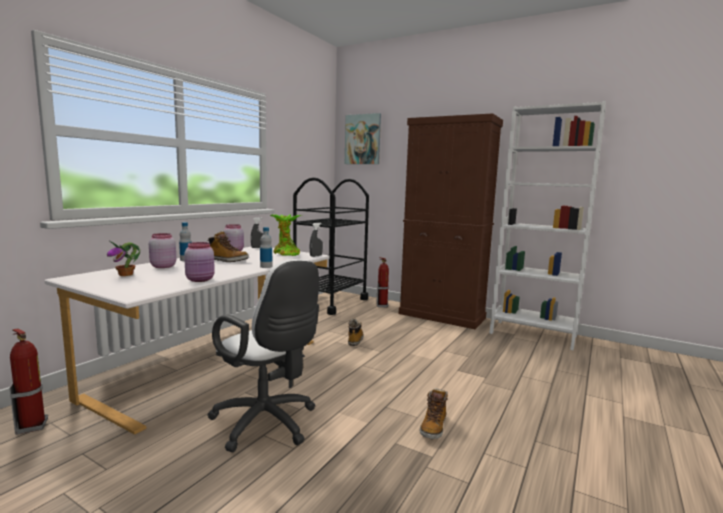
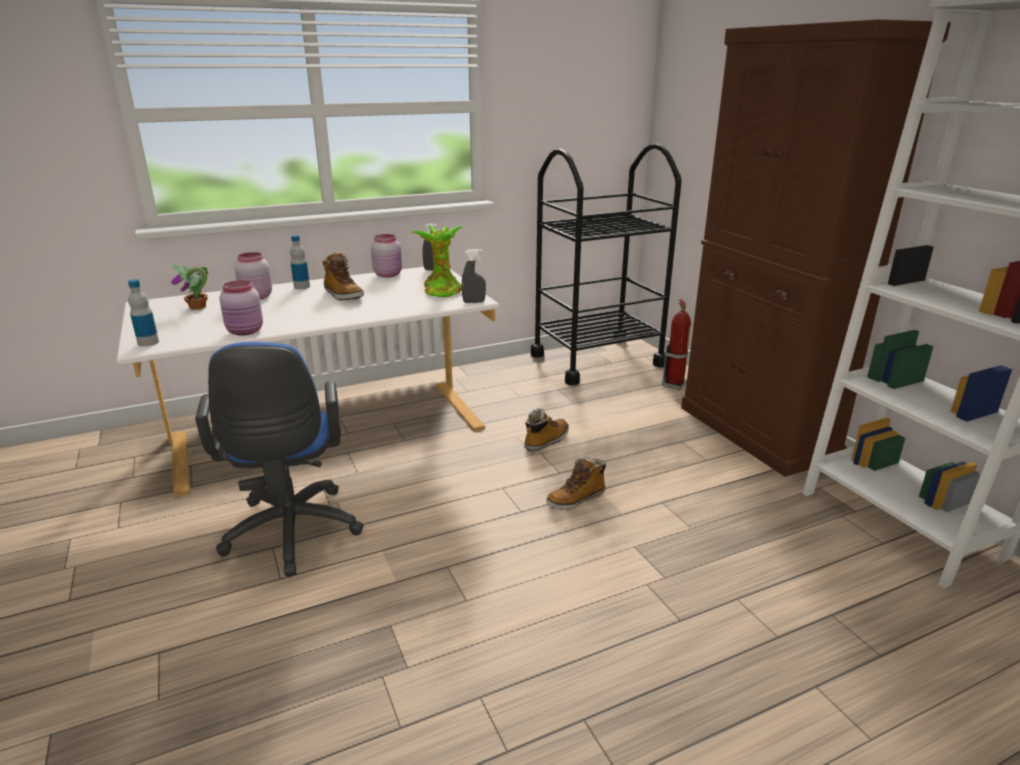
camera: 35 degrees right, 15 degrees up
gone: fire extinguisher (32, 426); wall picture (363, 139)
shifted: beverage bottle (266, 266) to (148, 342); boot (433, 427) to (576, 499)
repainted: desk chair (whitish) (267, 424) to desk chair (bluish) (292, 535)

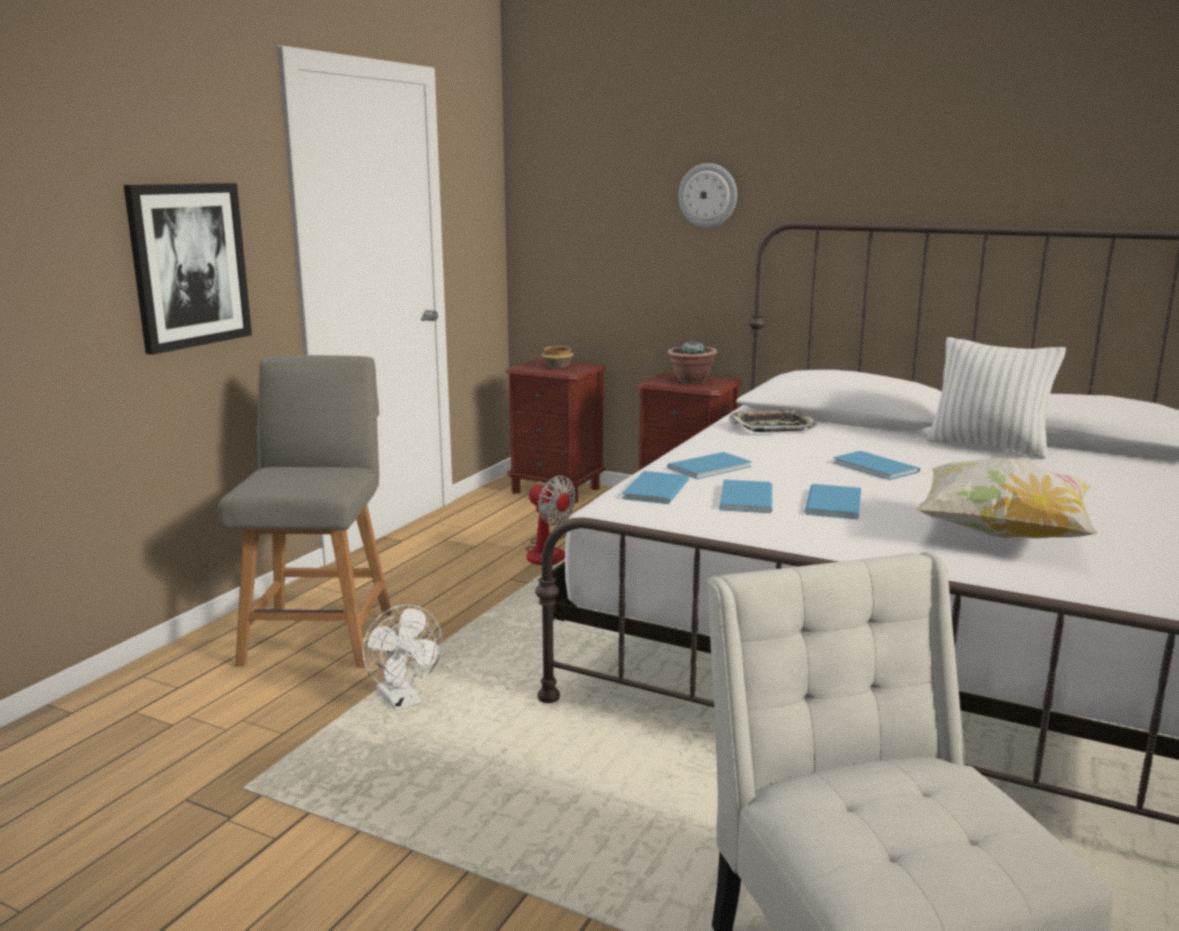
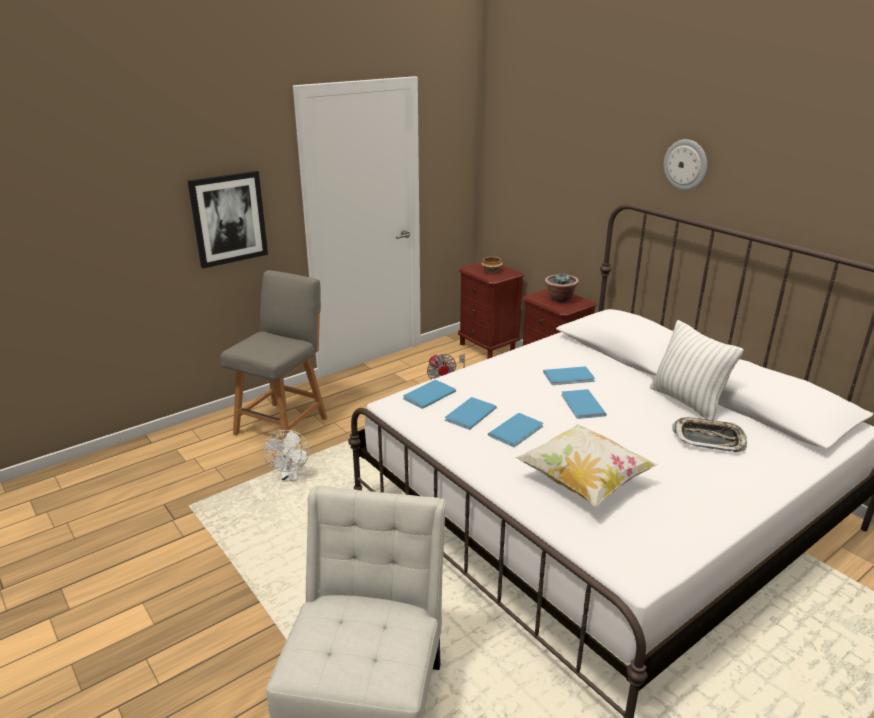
camera: 25 degrees right, 10 degrees up
shifted: book (bluish) (712, 467) to (570, 377); wall clock (708, 195) to (686, 164); carrying tray (772, 427) to (709, 439)

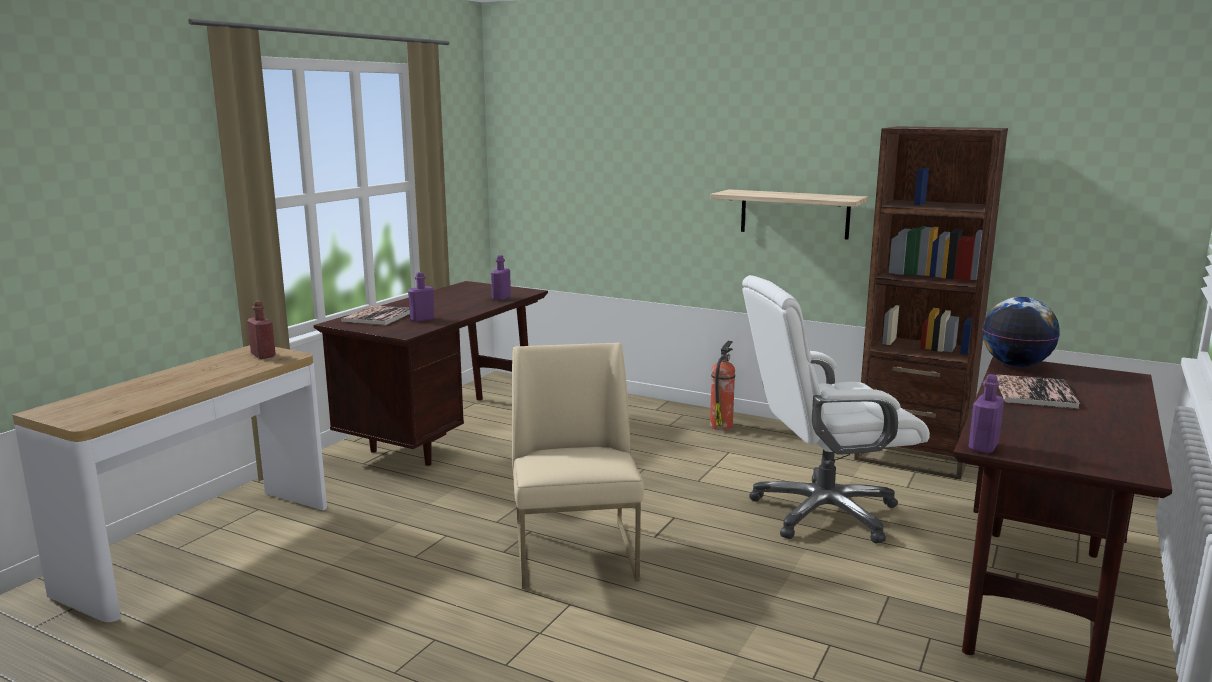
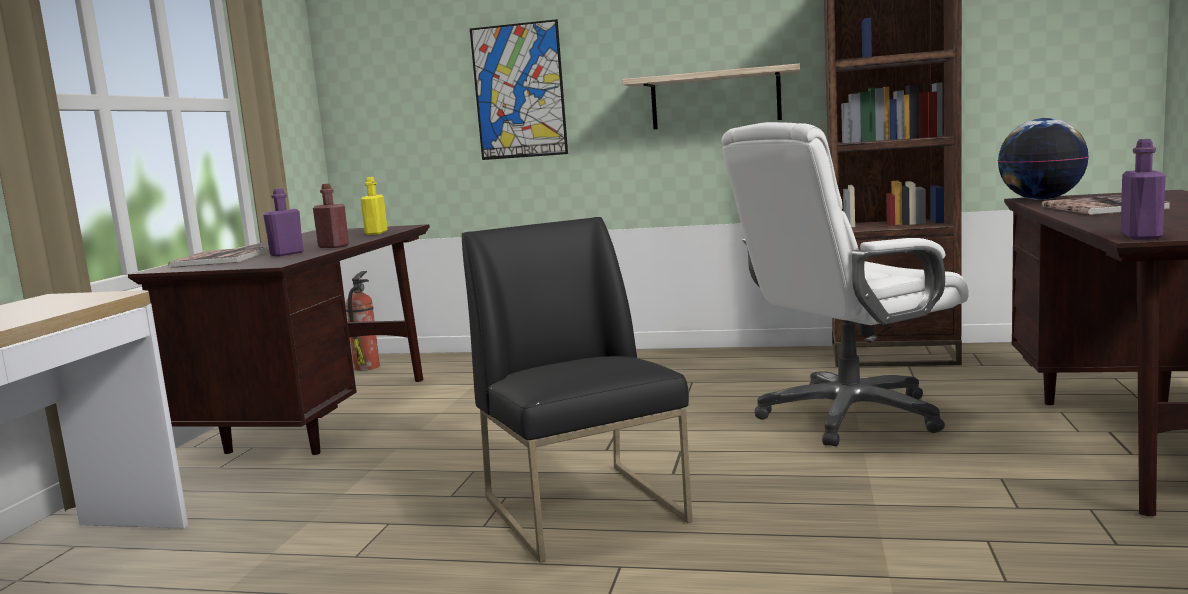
camera: 15 degrees left, 5 degrees down
new: wall picture (519, 91)
shifted: beverage bottle (red-coloured) (263, 355) to (333, 246); fire extinguisher (721, 425) to (367, 366)
repainted: beverage bottle (purple) (501, 298) to beverage bottle (yellow) (376, 233); plain chair (beige-coloured) (576, 554) to plain chair (black) (586, 509)

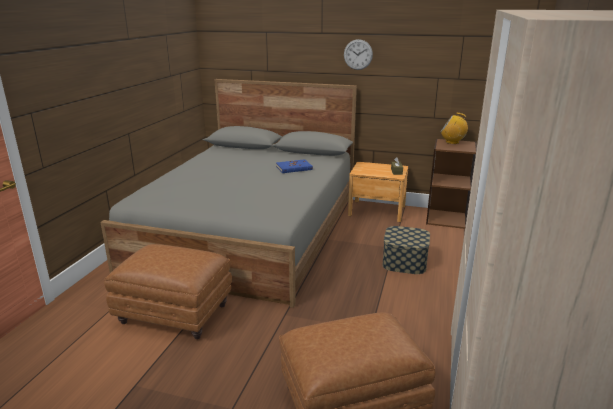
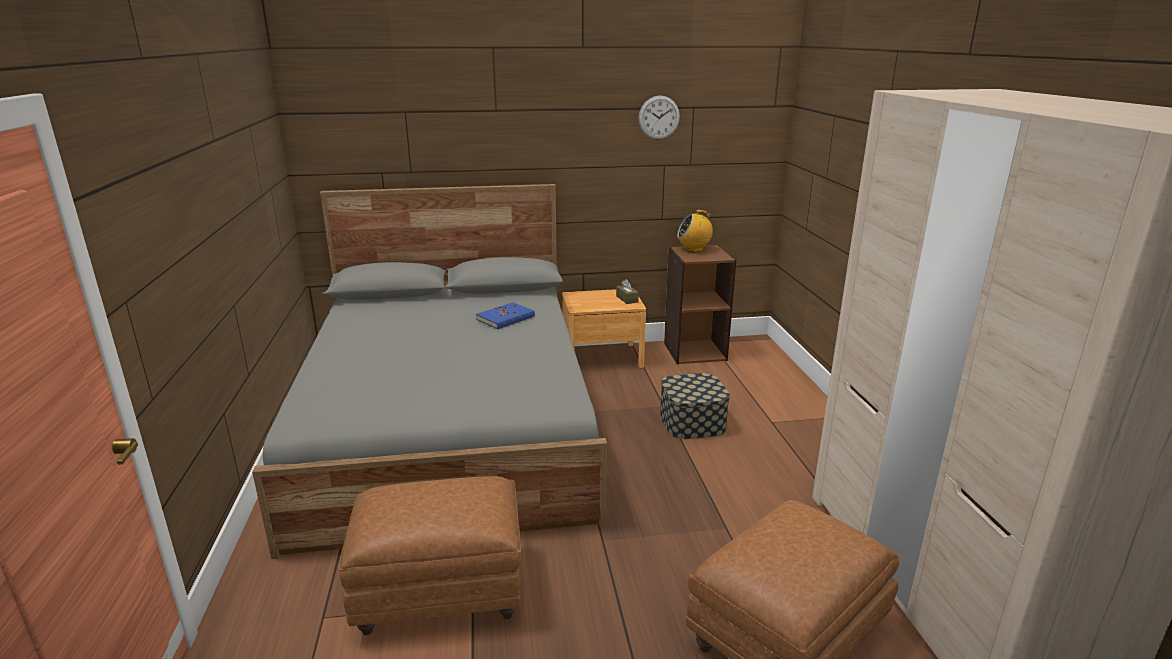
camera: 25 degrees left, 0 degrees up
shifted: wall clock (358, 54) to (659, 117)

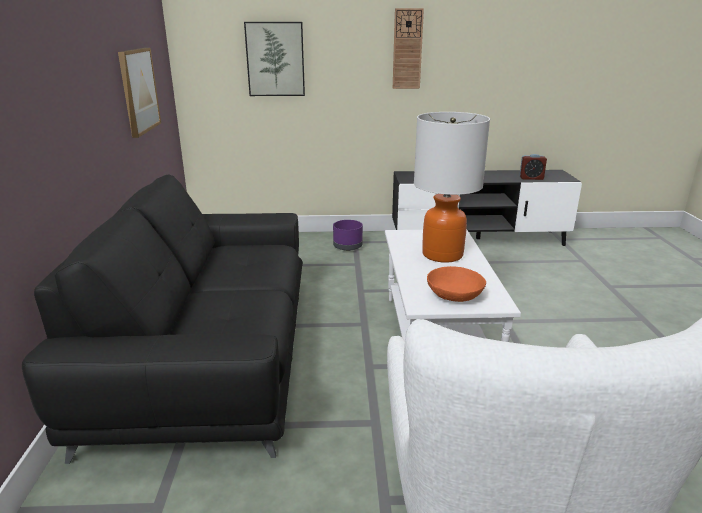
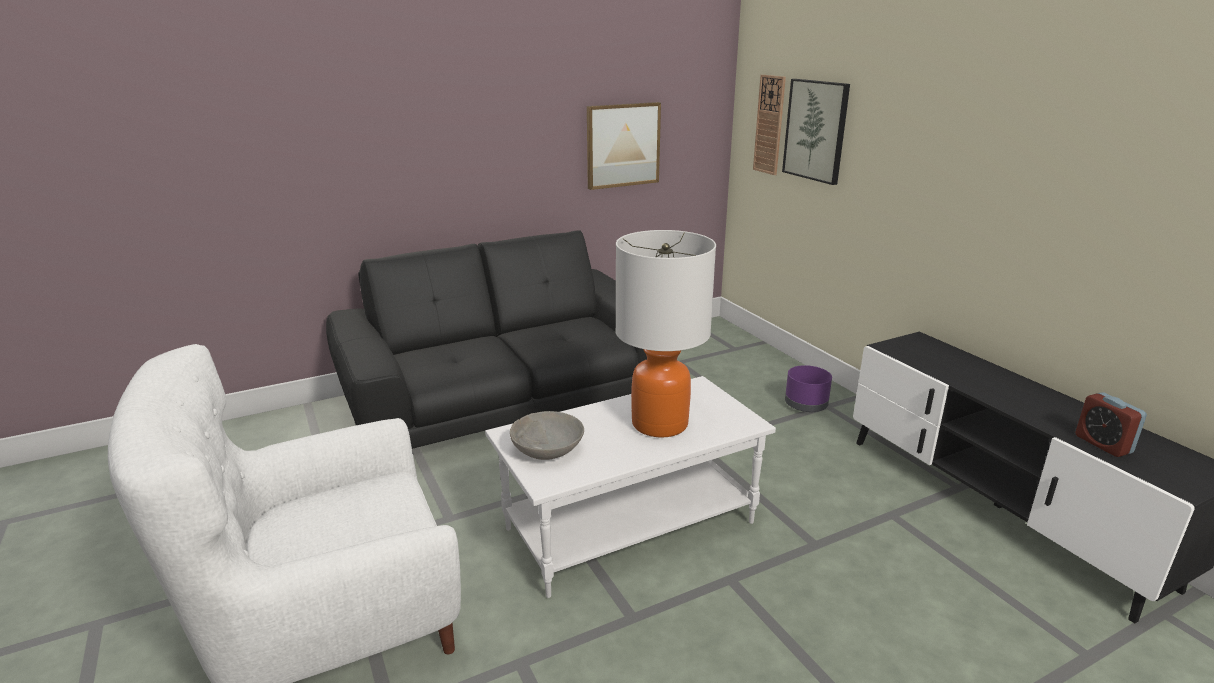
camera: 65 degrees right, 0 degrees up
shifted: wall clock (407, 49) to (769, 125)
repainted: serving bowl (orangey) (455, 295) to serving bowl (gray) (547, 450)

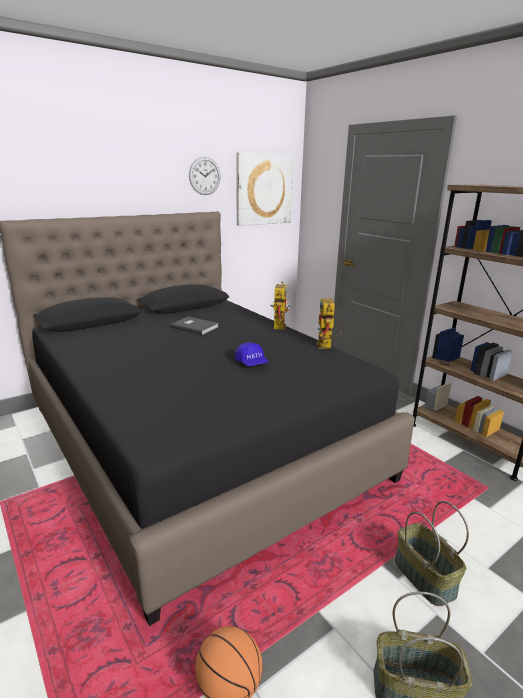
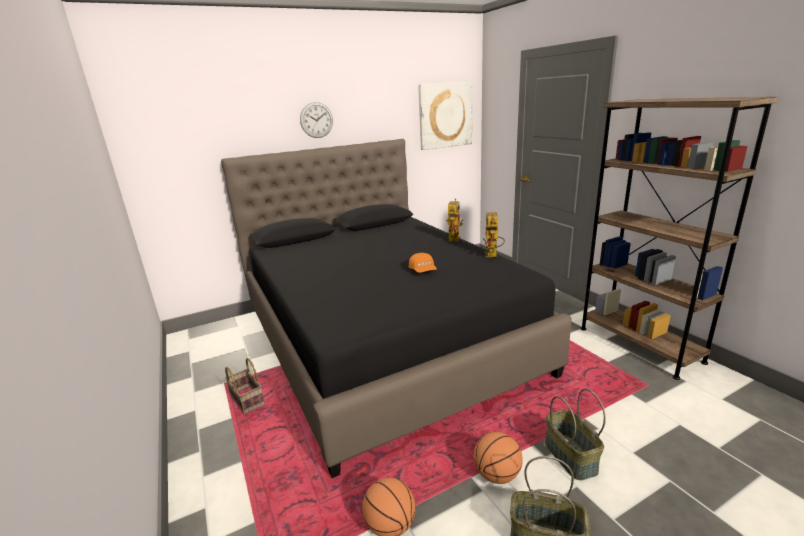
camera: 10 degrees right, 0 degrees up
gone: book (gray) (195, 327)
new: household basket (246, 400); ball for basketball (497, 475)
shifted: wall clock (204, 176) to (316, 120)
repainted: baseball cap (bluish) (251, 363) to baseball cap (orangey) (423, 271)

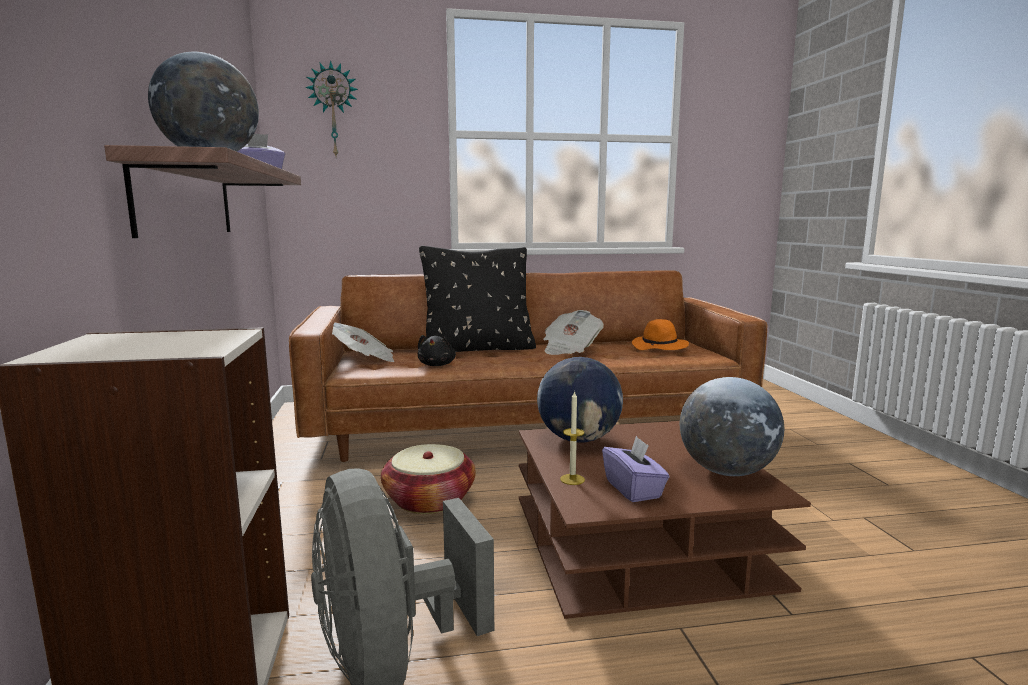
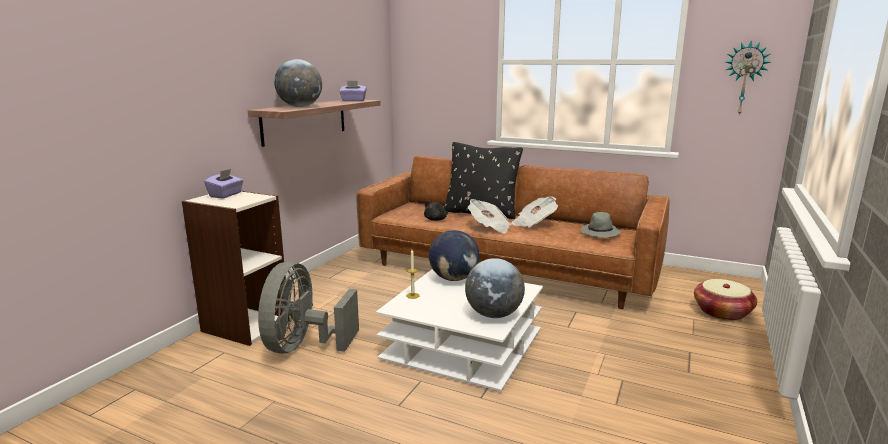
camera: 35 degrees right, 5 degrees up
shifted: wall clock (333, 110) to (744, 78); printed paper (364, 359) to (489, 228); household basket (429, 500) to (722, 312); box of tissues (purple) (633, 489) to (226, 195)
repainted: lounge table (brown-coloured) (639, 541) to lounge table (whitish) (463, 344); hat (orangey) (660, 347) to hat (gray) (600, 233)

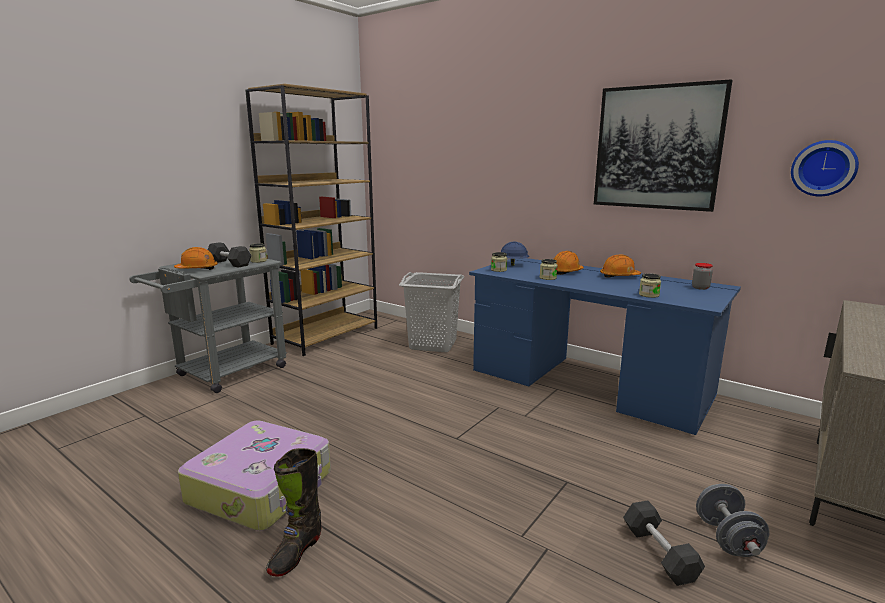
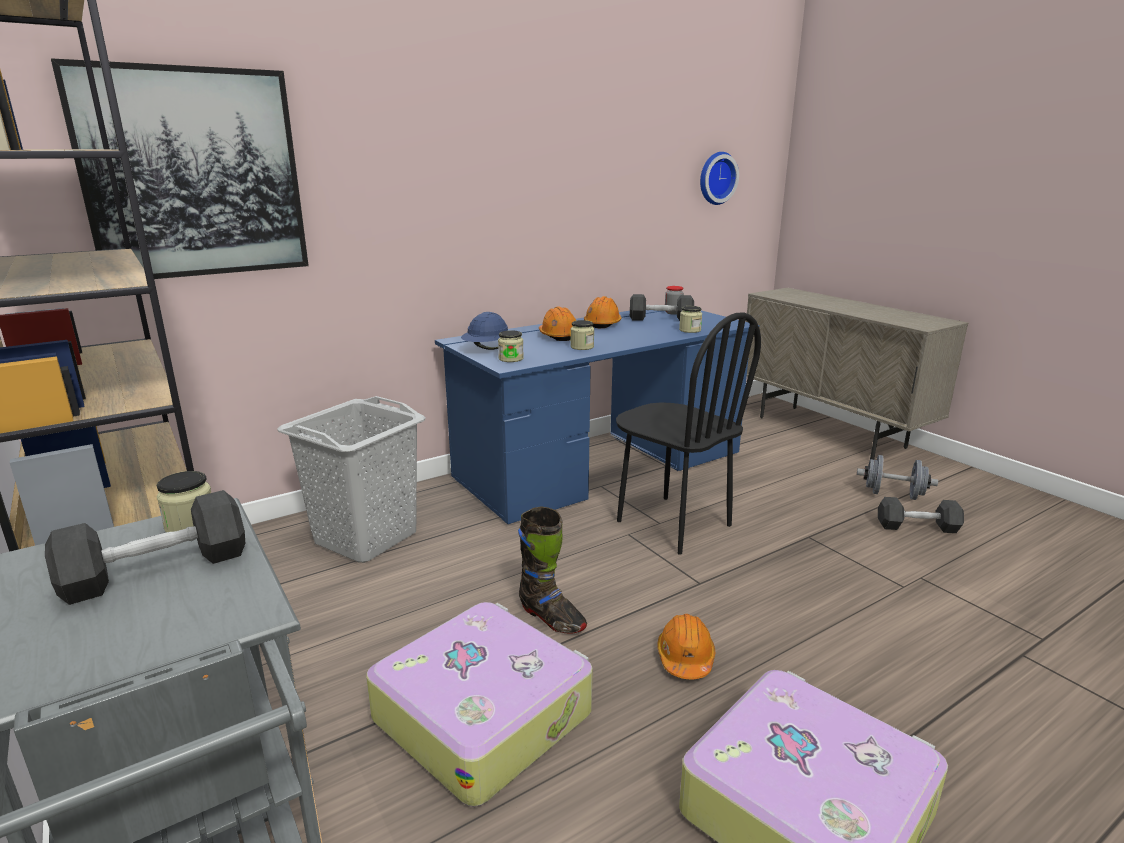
camera: 70 degrees left, 5 degrees up
new: travel case (483, 714); plain chair (black) (673, 523); dumbbell (black) (660, 319)
shifted: safety helmet (orangey) (197, 269) to (685, 657); boot (black) (296, 552) to (551, 618); wall picture (657, 148) to (194, 174)

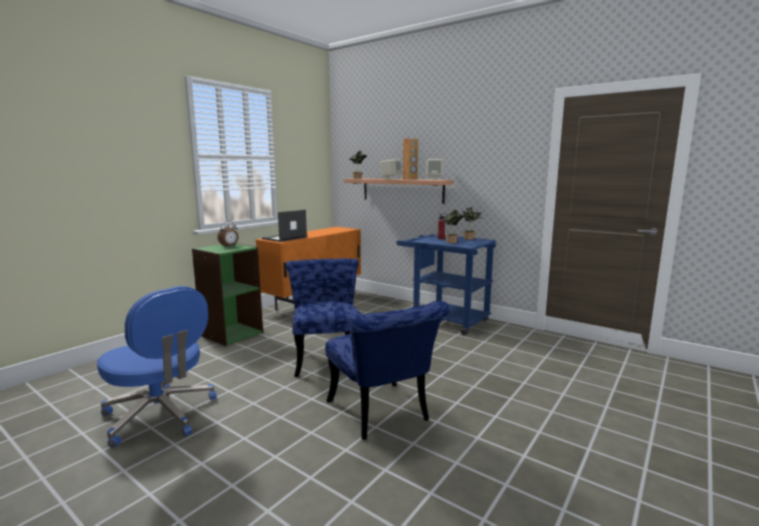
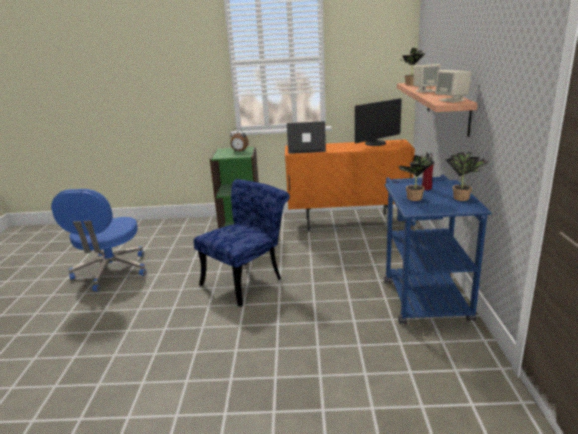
camera: 55 degrees right, 10 degrees up
gone: plain chair (bluish) (382, 415); loudspeaker (brown-coloured) (410, 179)
new: computer screen (376, 143)

